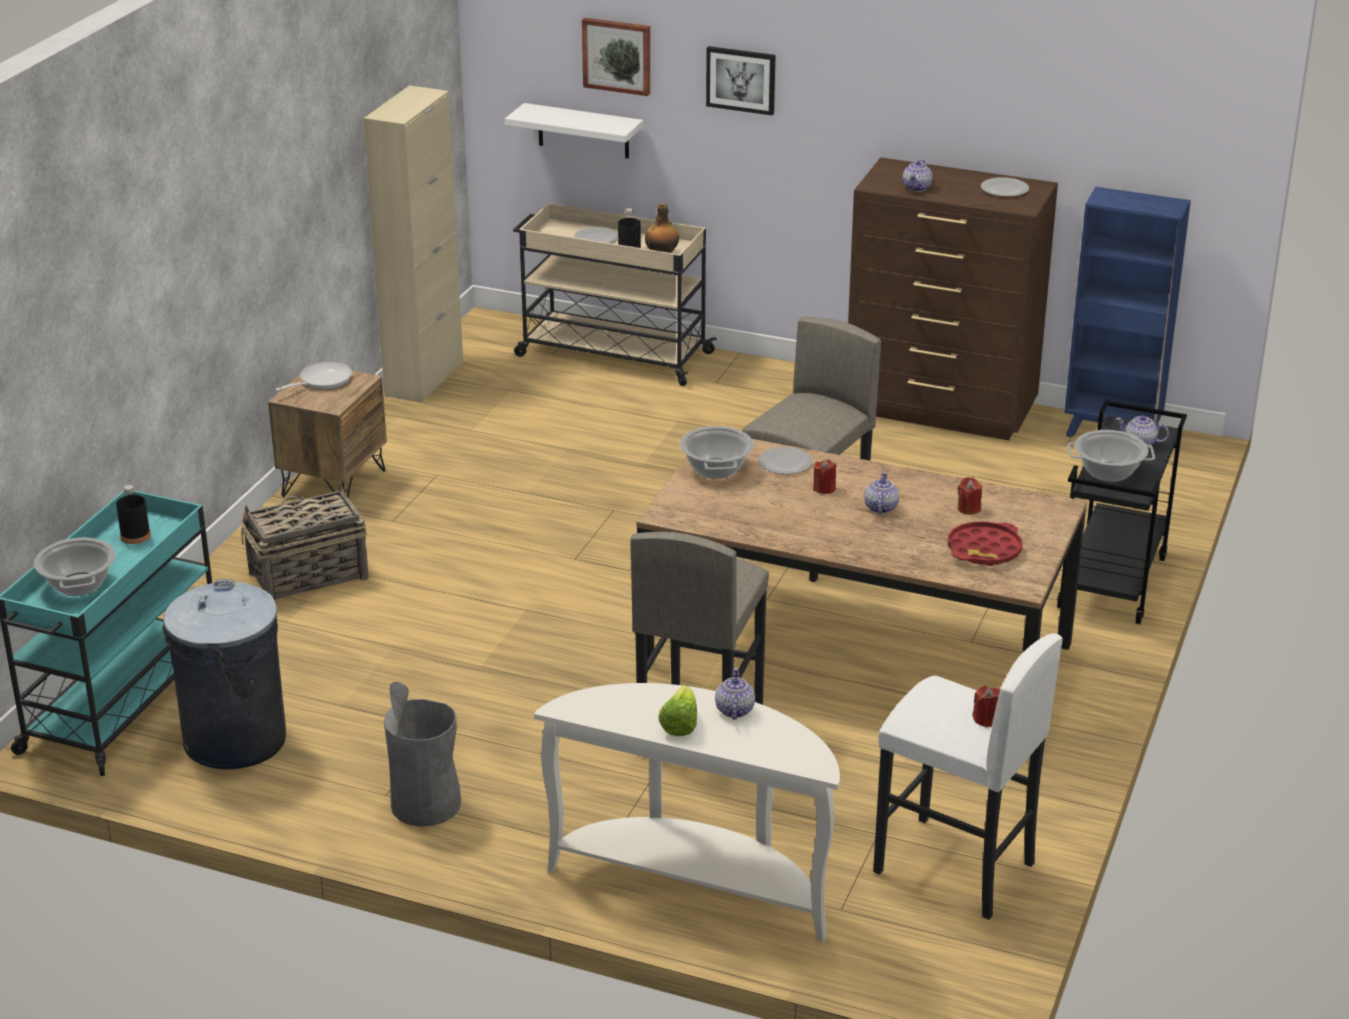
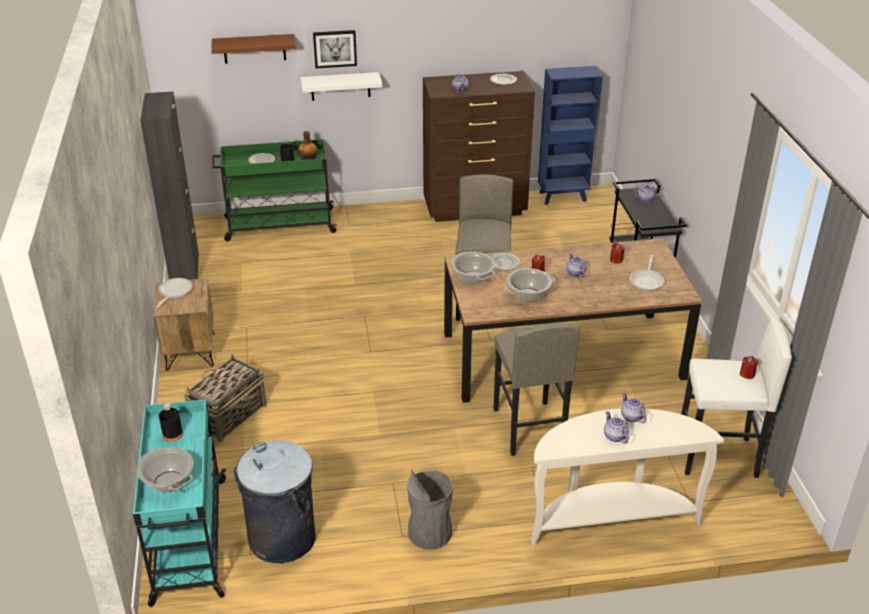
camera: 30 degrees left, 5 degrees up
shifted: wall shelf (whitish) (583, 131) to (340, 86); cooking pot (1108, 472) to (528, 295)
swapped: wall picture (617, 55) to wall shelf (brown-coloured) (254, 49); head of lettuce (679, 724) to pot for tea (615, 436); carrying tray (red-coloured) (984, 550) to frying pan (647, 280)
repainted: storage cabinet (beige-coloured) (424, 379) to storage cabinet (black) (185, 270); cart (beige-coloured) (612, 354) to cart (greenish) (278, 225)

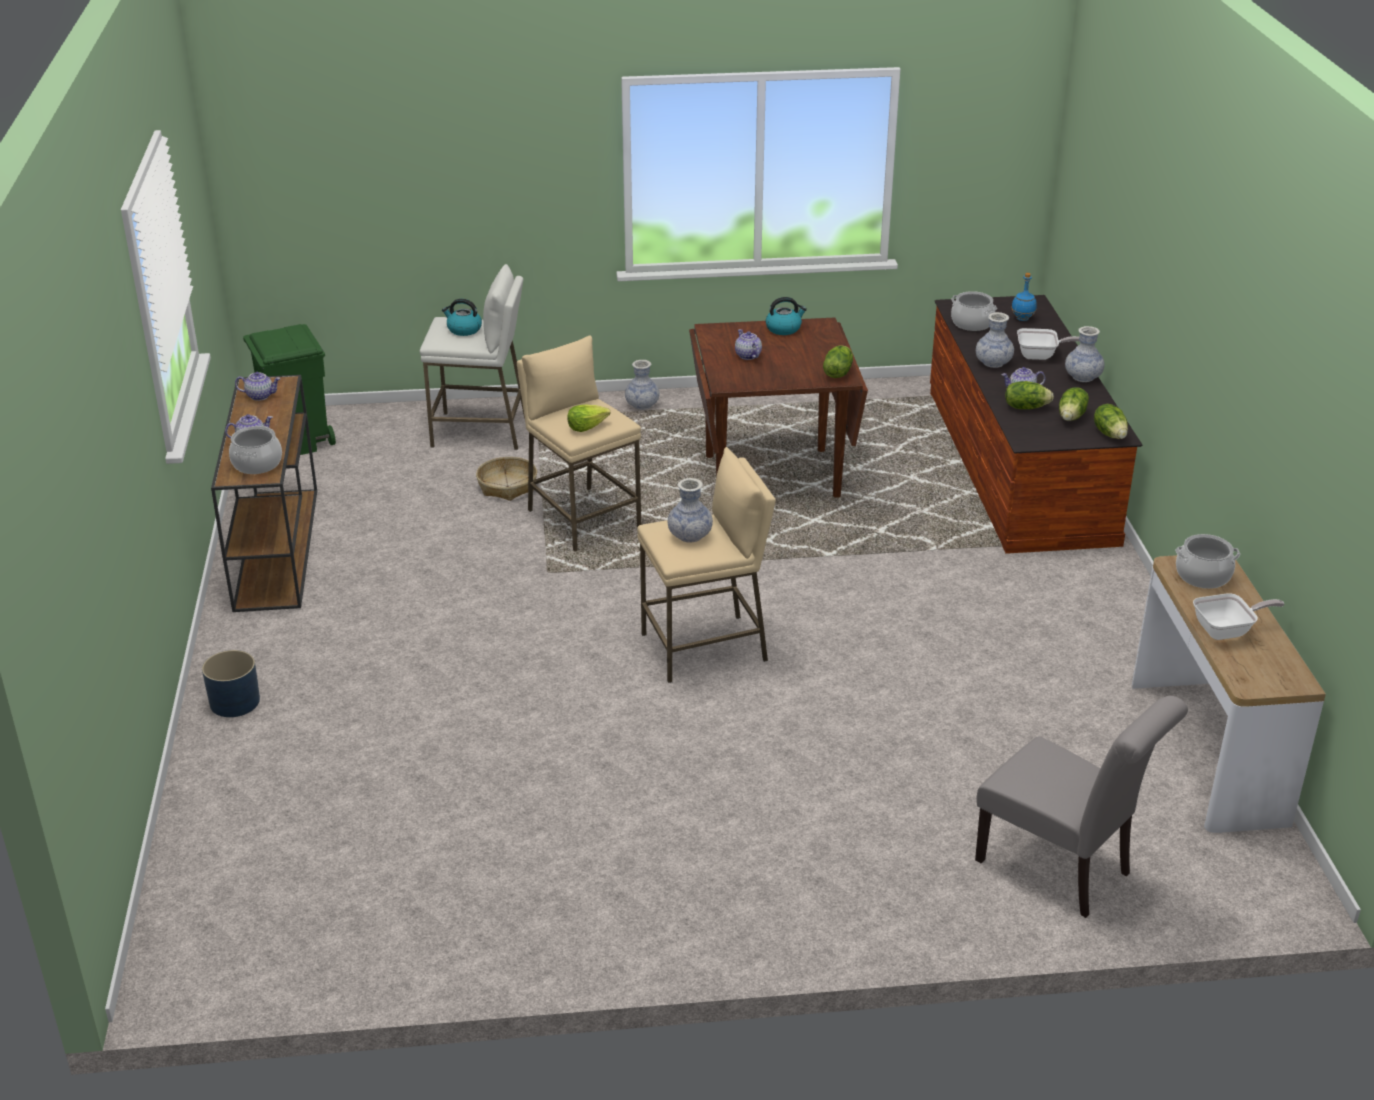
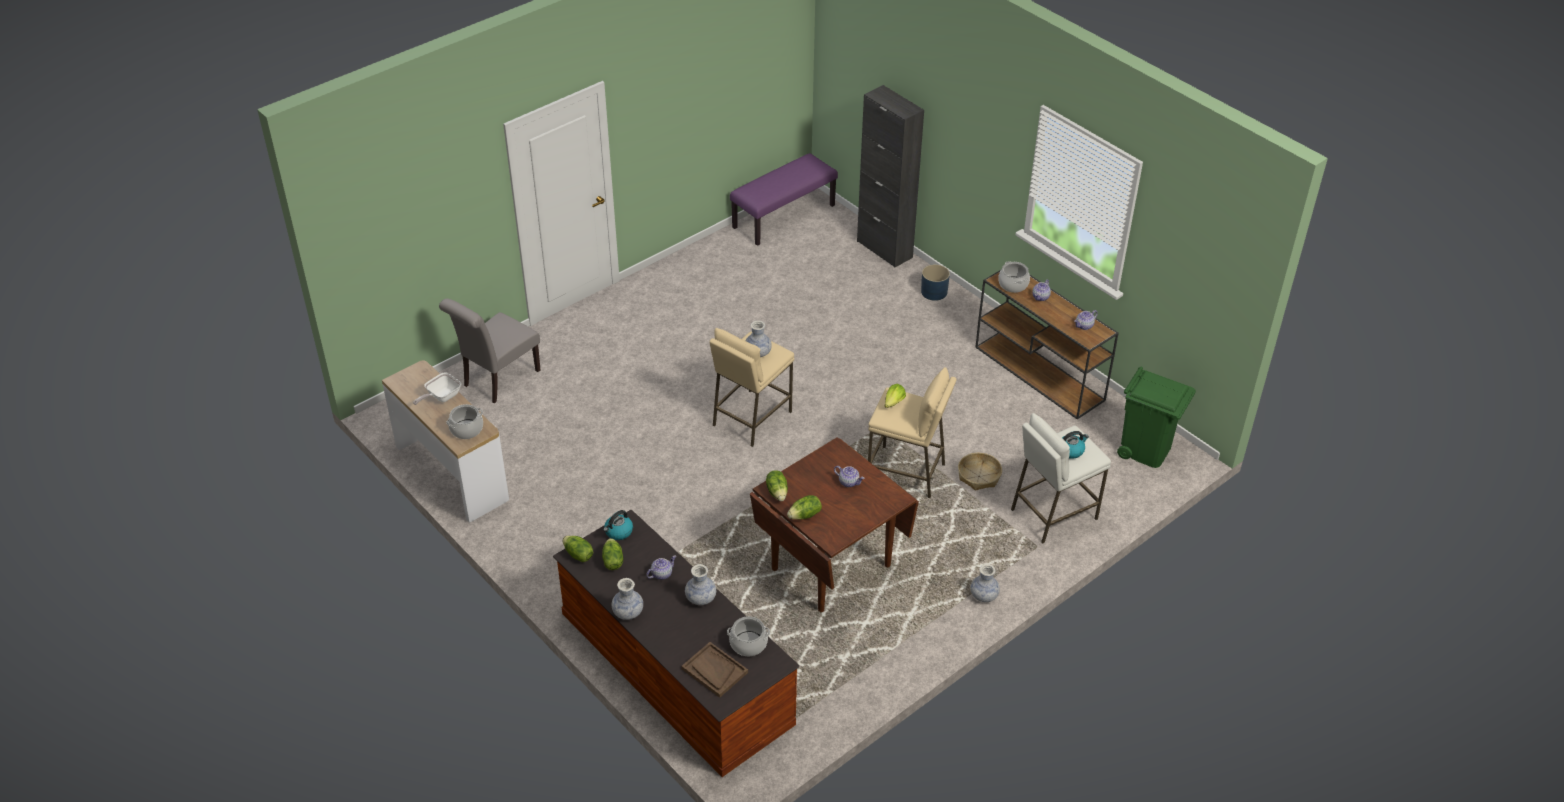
camera: 145 degrees right, 10 degrees up
gone: frying pan (1041, 356)
new: long seat (purple) (783, 216); storage cabinet (black) (884, 249)
shifted: tea kettle (784, 329) to (618, 532); head of lettuce (1025, 407) to (805, 515)
swapped: beverage bottle (bluish) (1022, 319) to carrying tray (brown-coloured) (714, 671)
rotated: plain chair (gray) (1062, 870) = (497, 380) 60 degrees counterclockwise

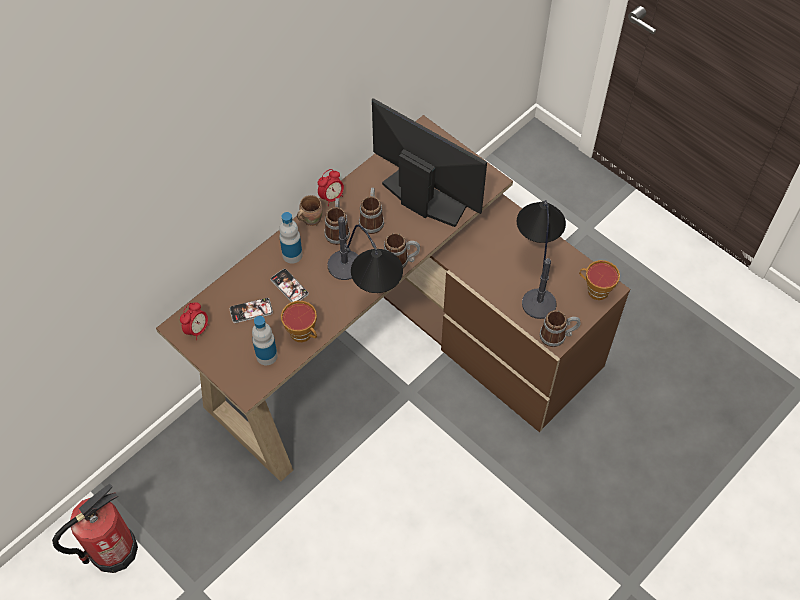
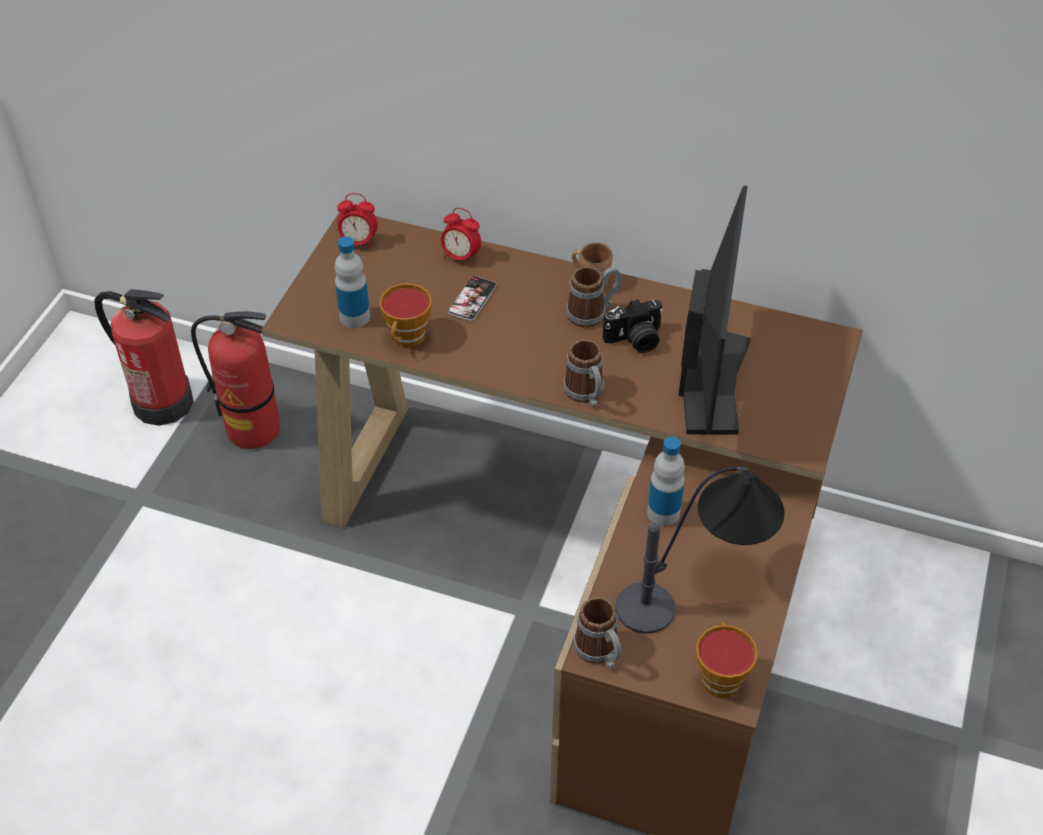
camera: 65 degrees right, 10 degrees down
gone: phone (251, 311); lamp for a table (365, 290)
new: fire extinguisher (254, 429)
shifted: beverage bottle (292, 255) to (663, 513); alarm clock (331, 197) to (460, 257)
swapped: tea mug (372, 219) to still camera (635, 340)

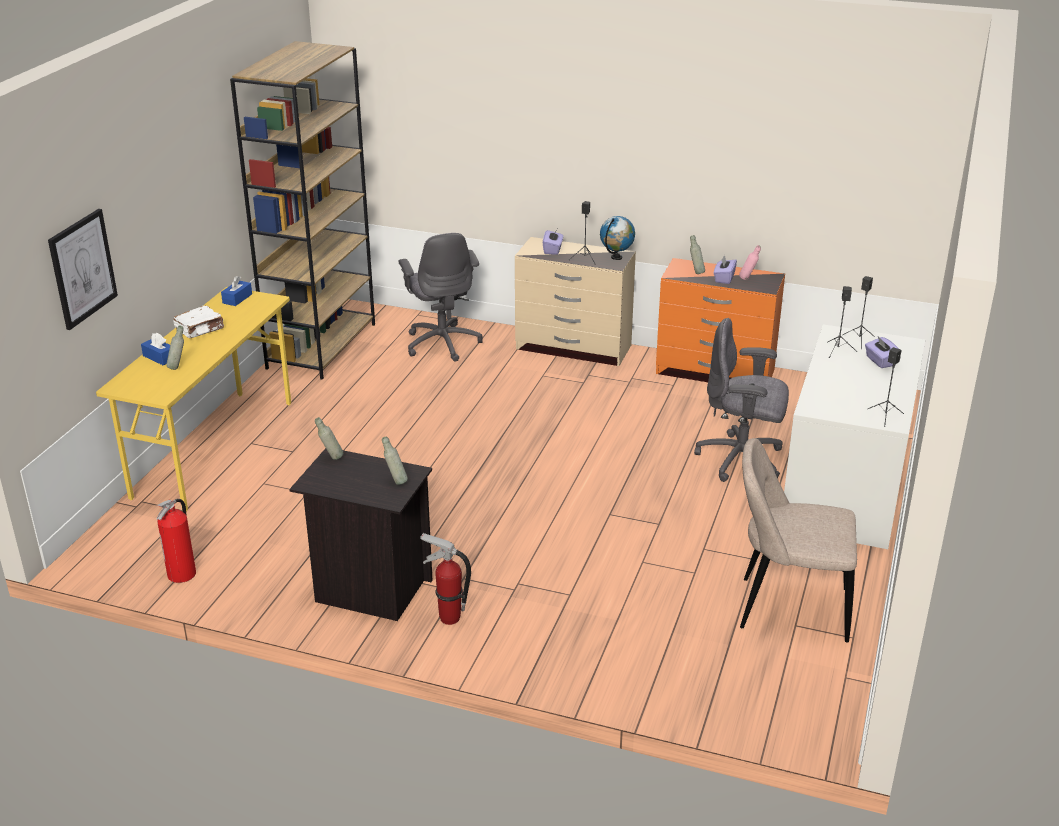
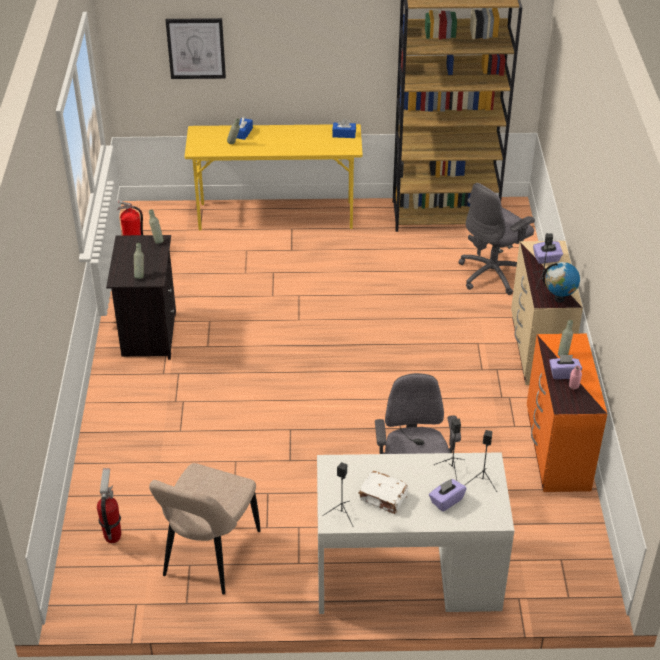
camera: 70 degrees right, 10 degrees up
shifted: book (whitish) (200, 329) to (383, 498); fire extinguisher (449, 618) to (113, 536)
rotated: plain chair (beige-coloured) (787, 608) = (209, 557) 150 degrees counterclockwise

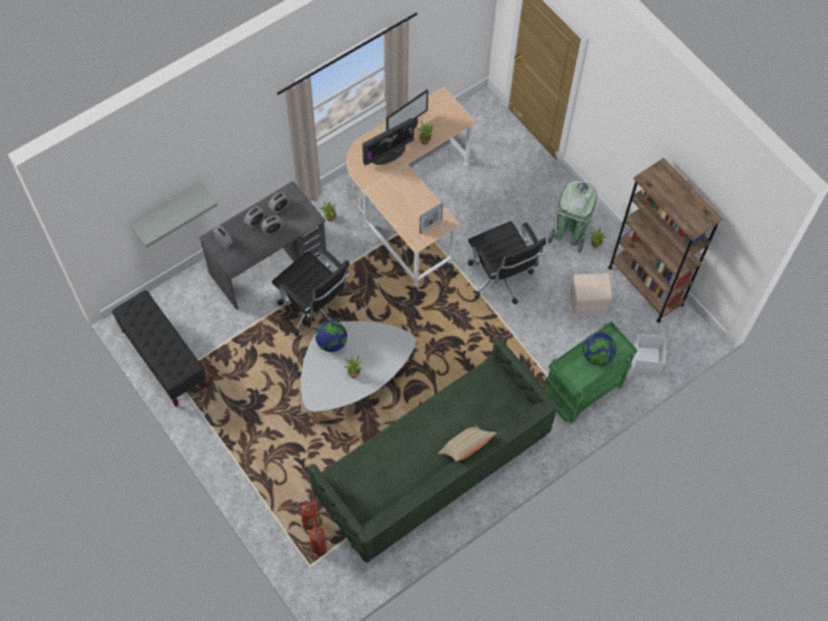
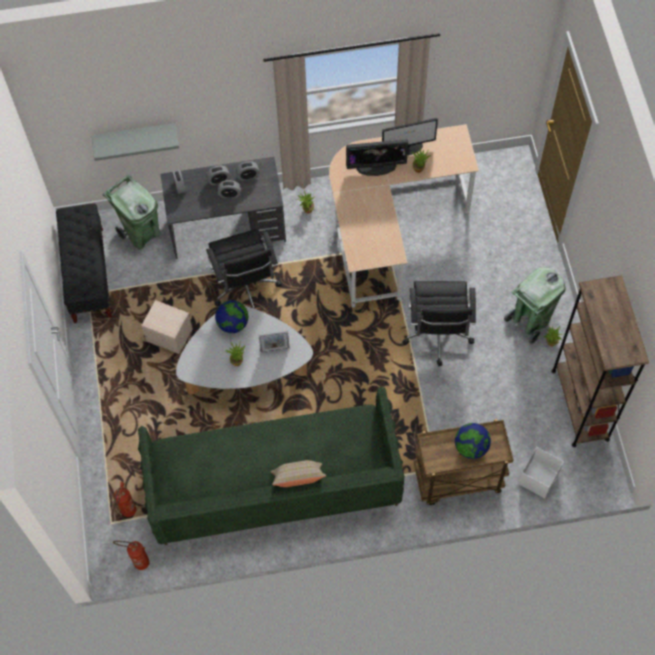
camera: 30 degrees right, 0 degrees up
new: trash can (greenish) (141, 234)
shifted: fire extinguisher (306, 524) to (137, 562); picture frame (430, 226) to (275, 349); storage box (beige-coloured) (588, 302) to (170, 335)
repainted: cart (greenish) (582, 392) to cart (brown-coloured) (457, 480)

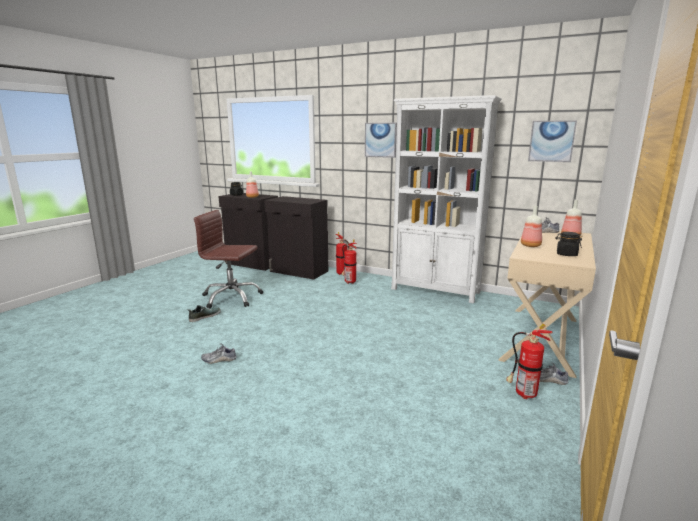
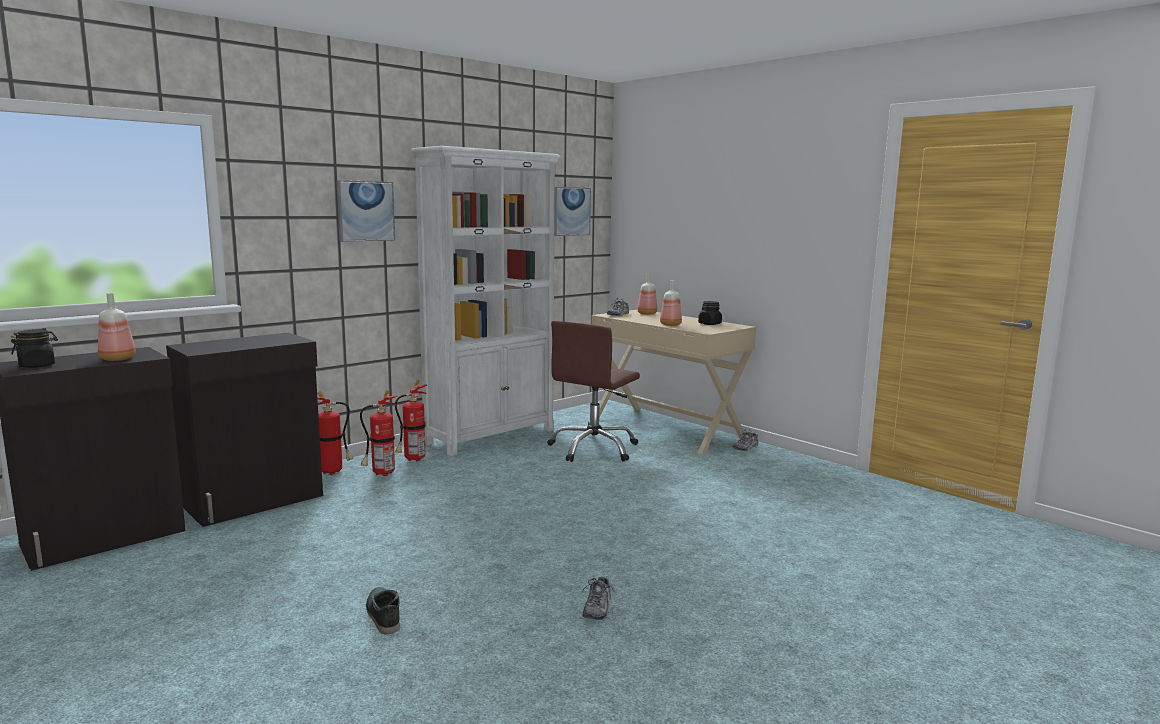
camera: 70 degrees left, 5 degrees down
shifted: desk chair (brown-coloured) (231, 298) to (594, 449); fire extinguisher (523, 394) to (412, 460)

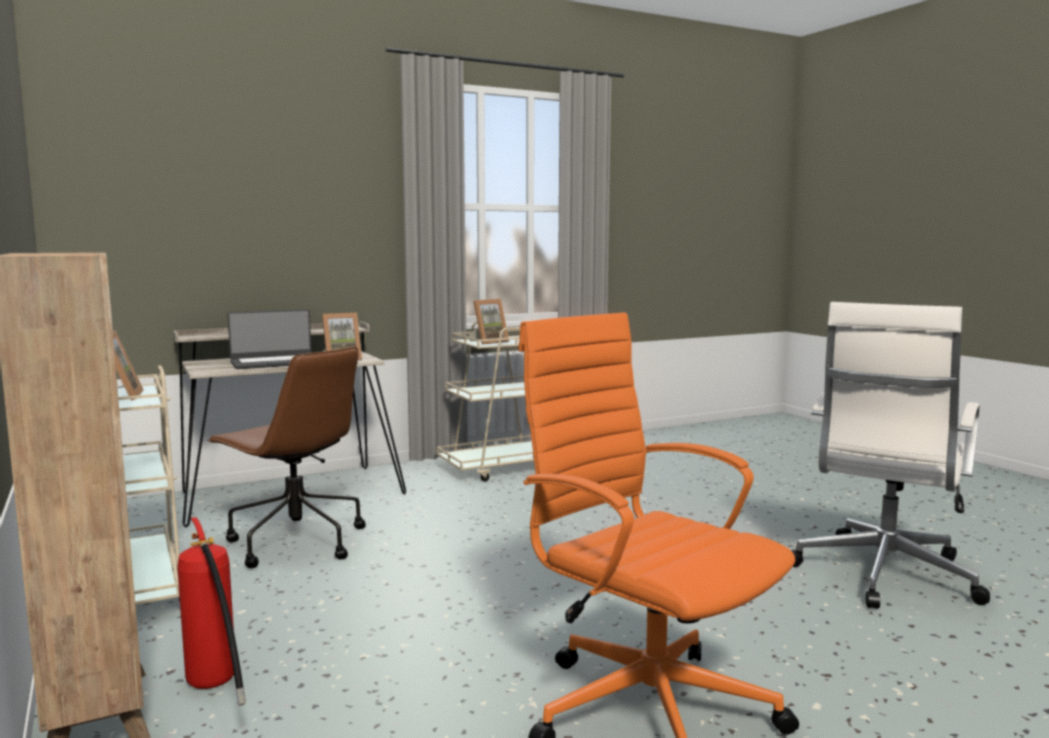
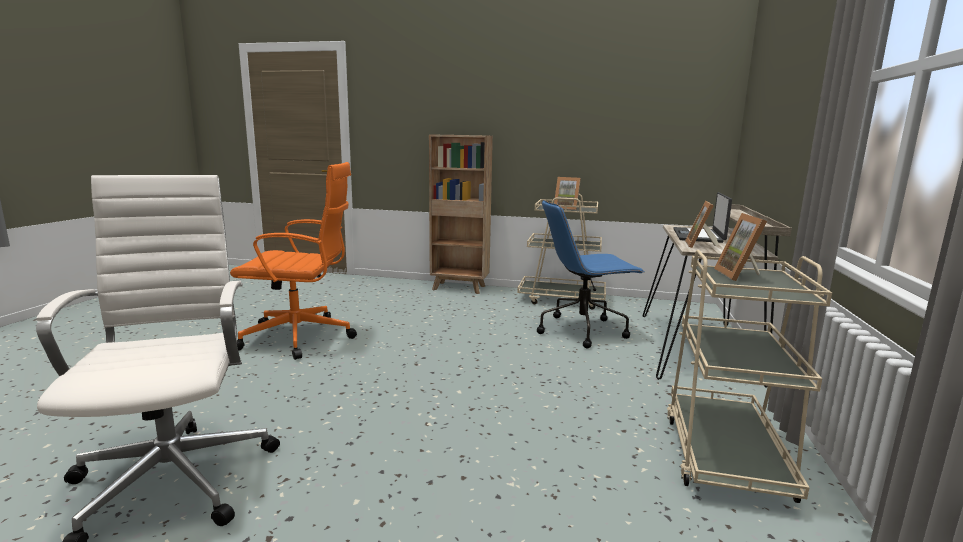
camera: 130 degrees right, 5 degrees up
gone: fire extinguisher (216, 691)
repainted: desk chair (brown-coloured) (295, 542) to desk chair (bluish) (583, 330)

